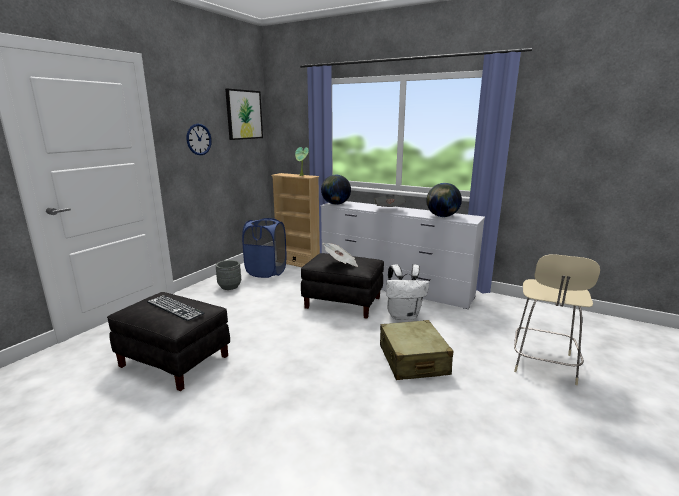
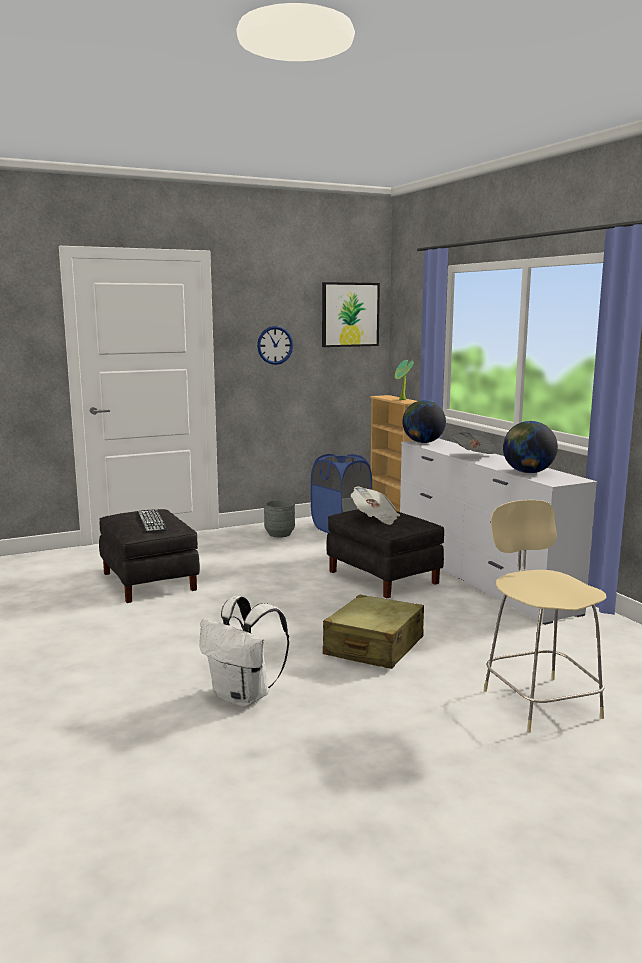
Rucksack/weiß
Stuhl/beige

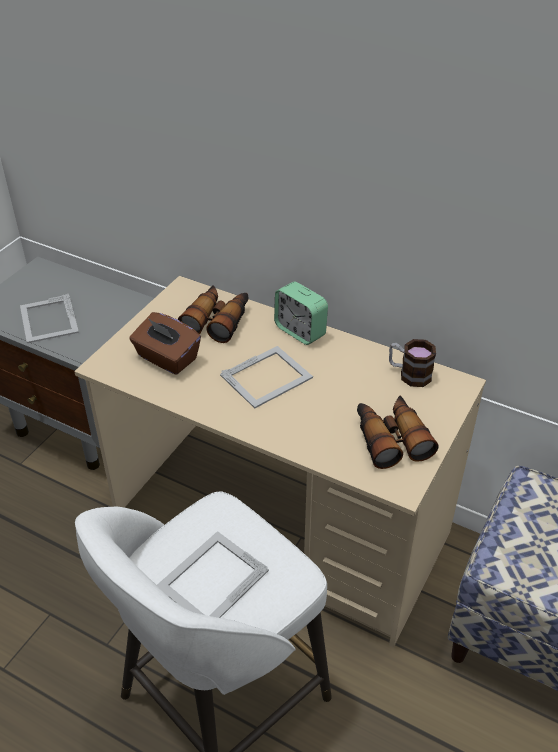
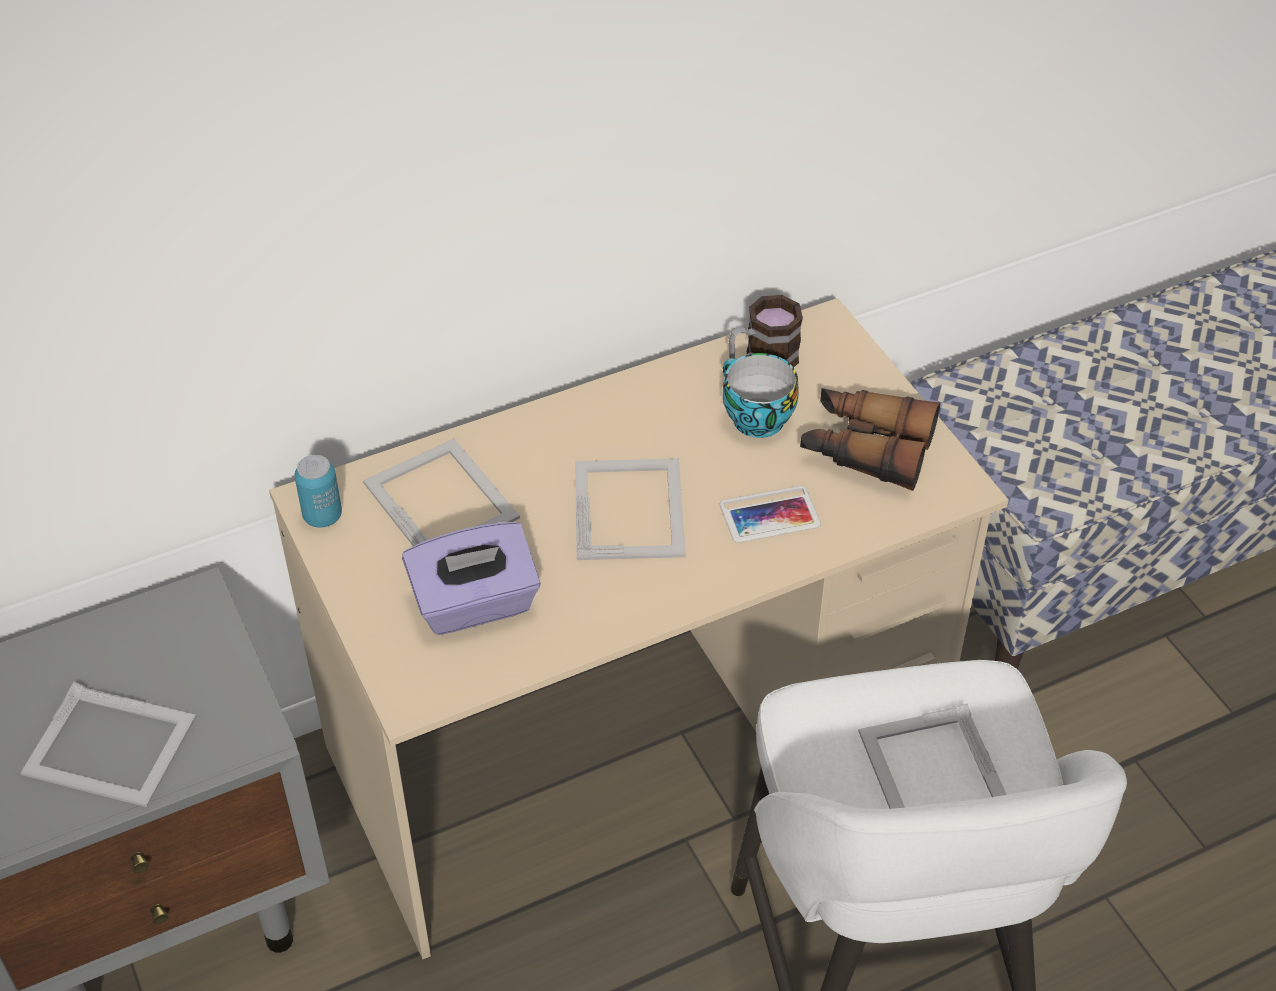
Wecker
Dose
Handy
Tasse
Bilderrahmen (2nd from left)
Taschentuchbox/lila

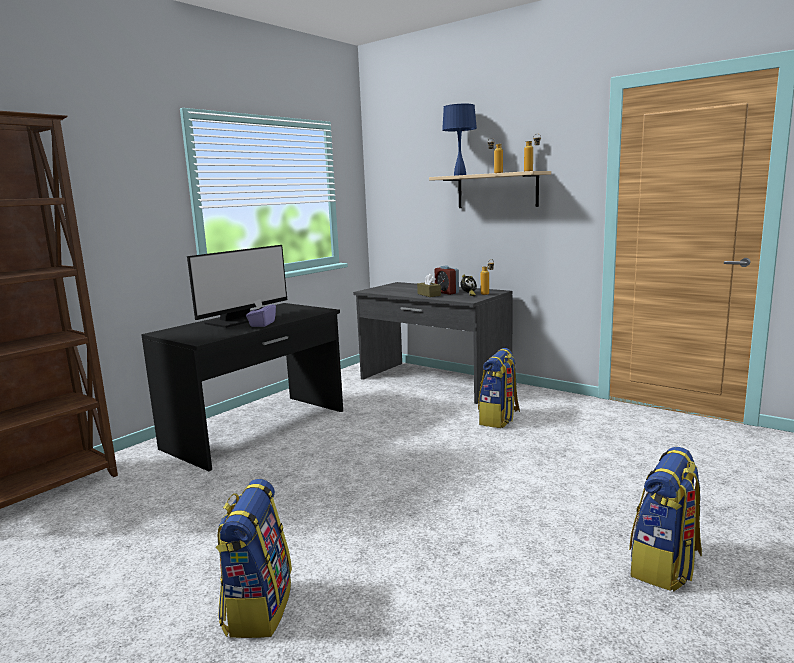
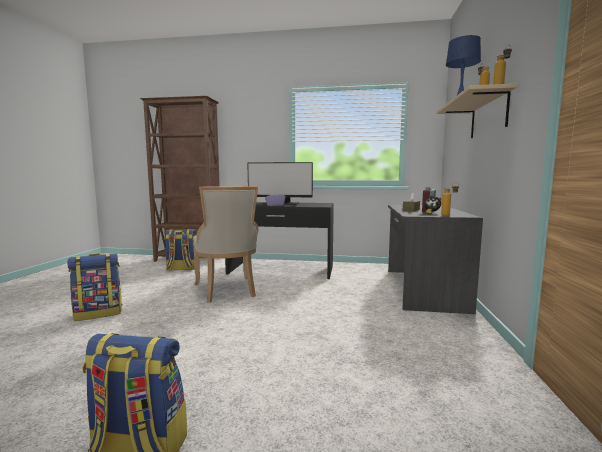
Stuhl/beige
Rucksack (3rd from left)

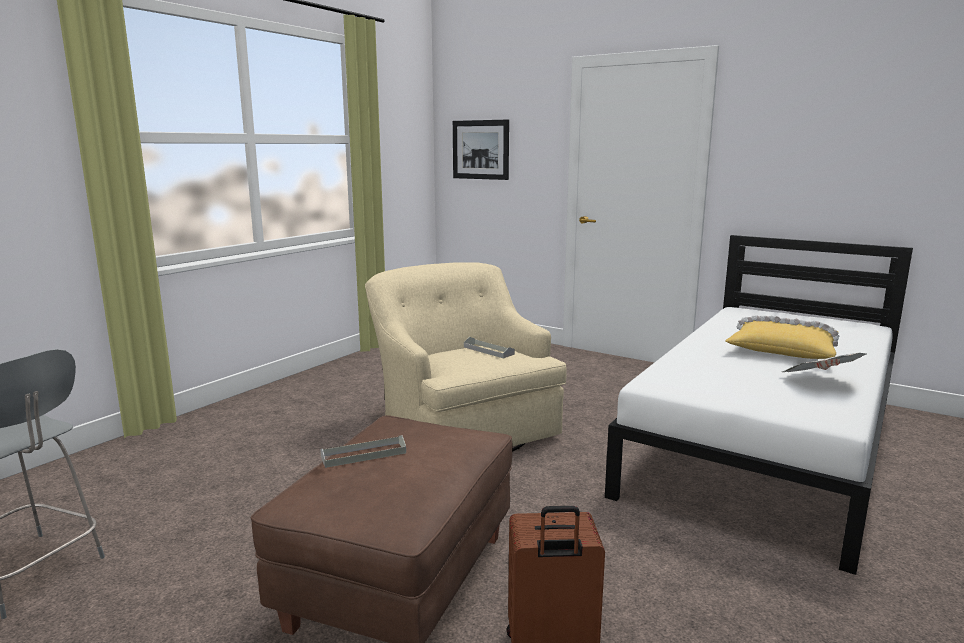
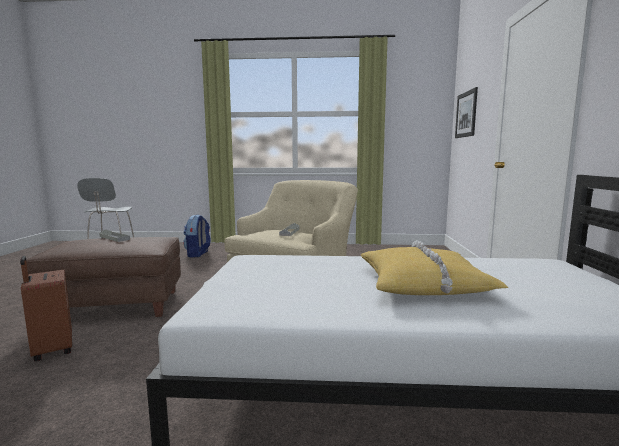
Zeitung
Rucksack

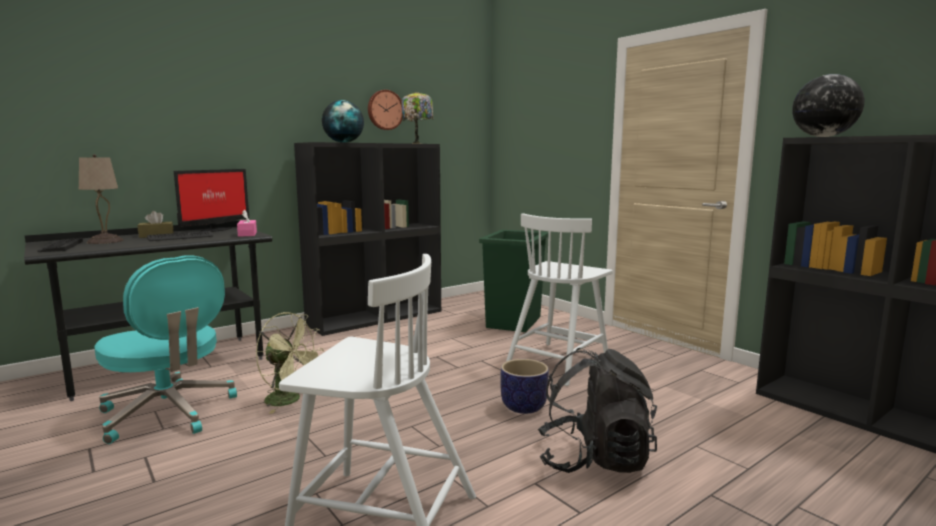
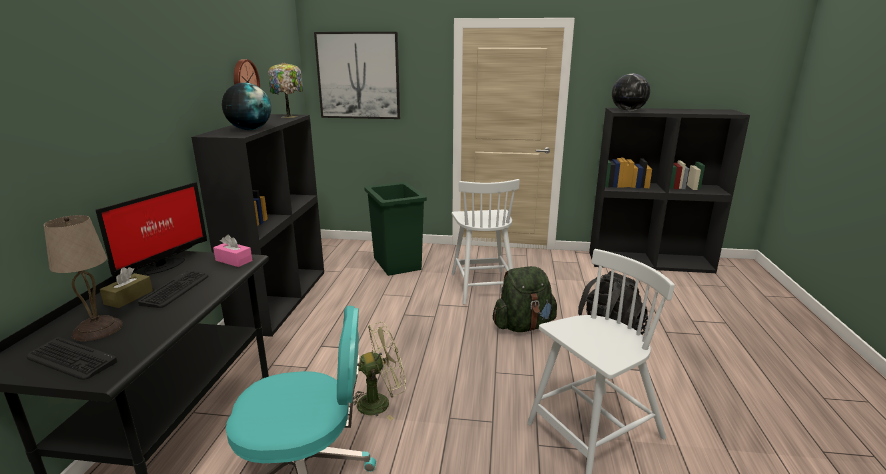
Bild
Rucksack/grün
Monitor

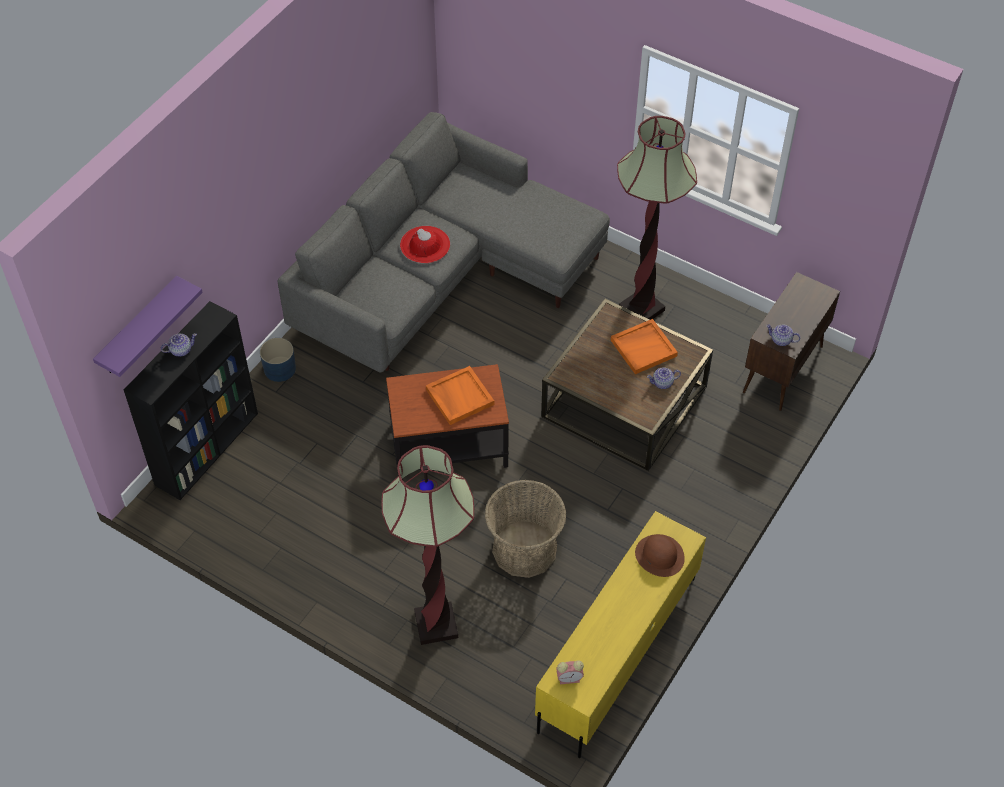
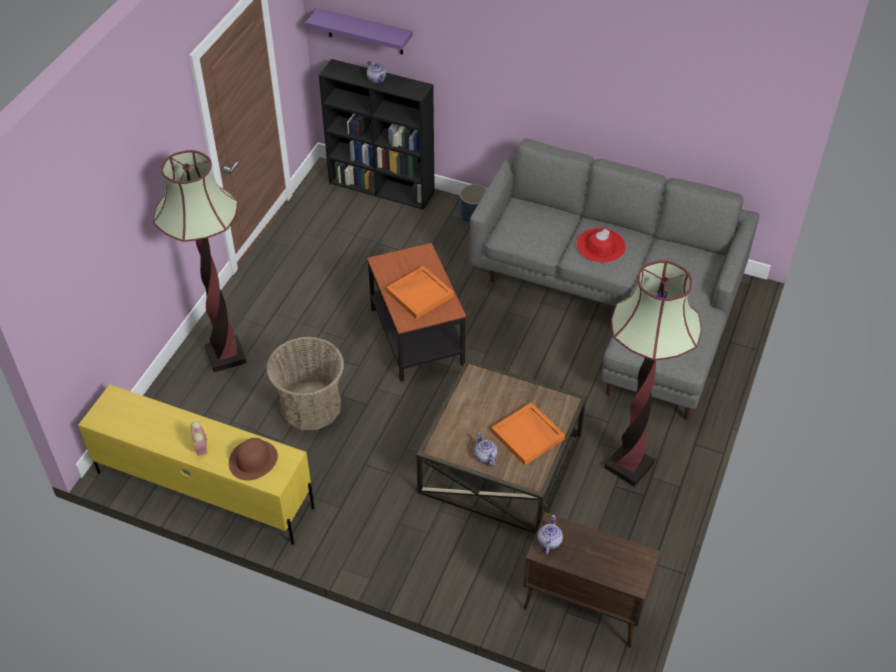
Wecker

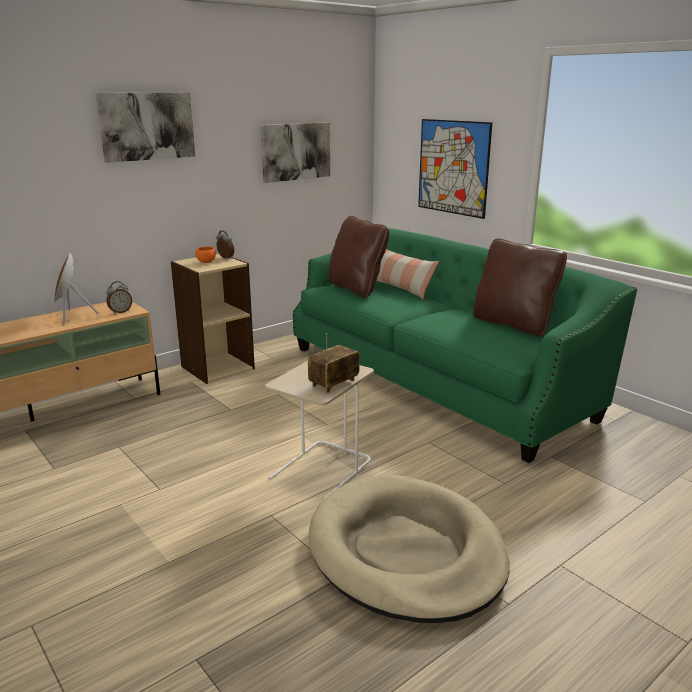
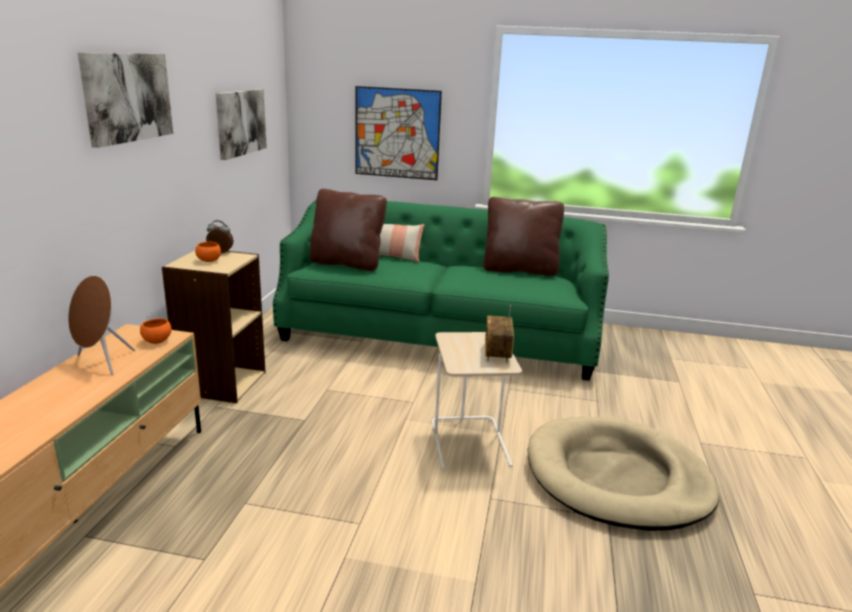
Schüssel/orange (1st from left)

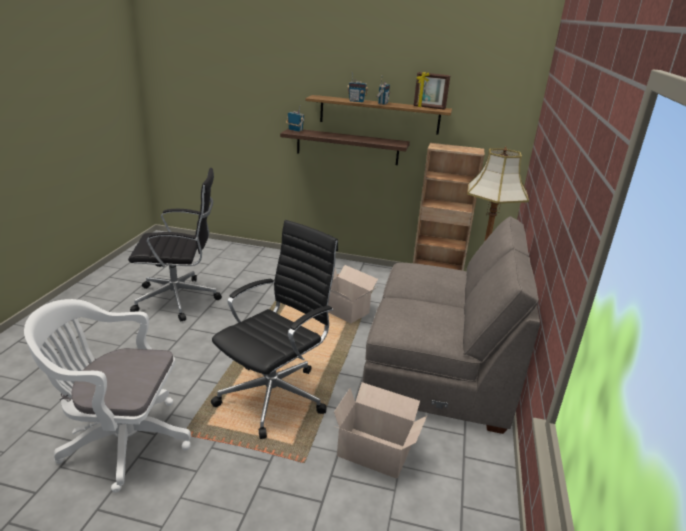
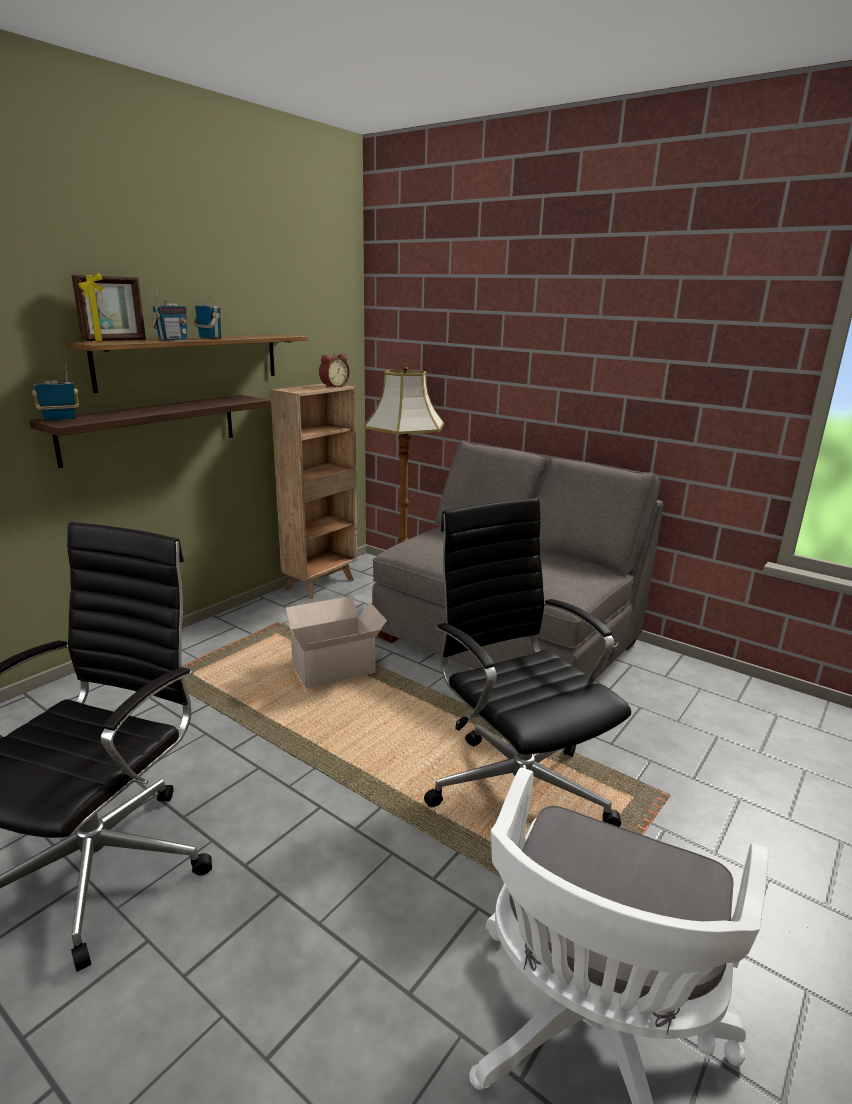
Karton (2nd from left in the first image)
Wecker
Bilderrahmen

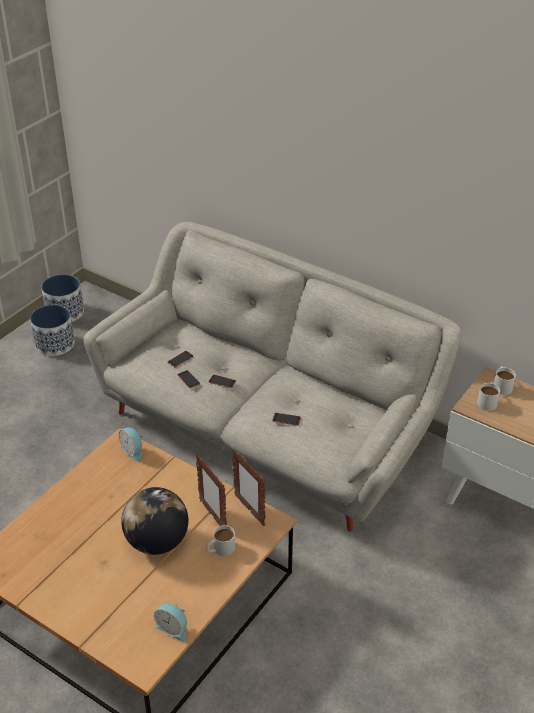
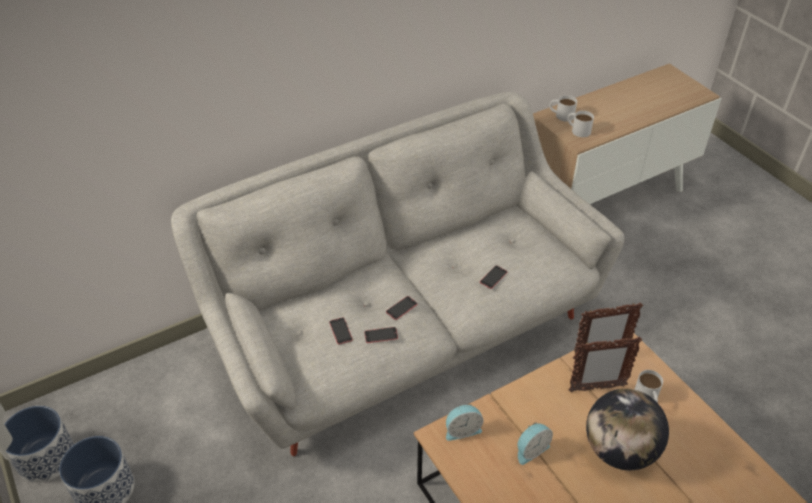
Wecker (2nd from left)

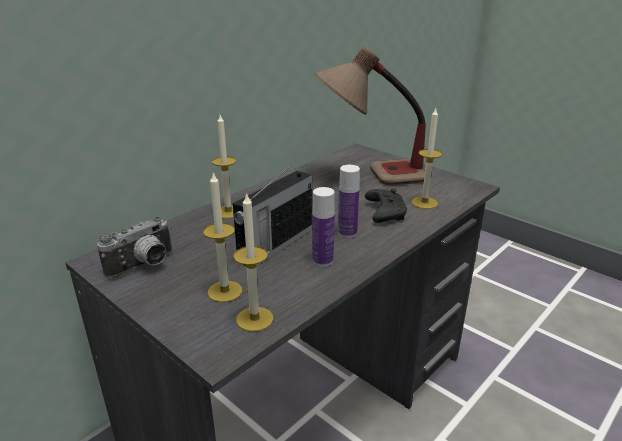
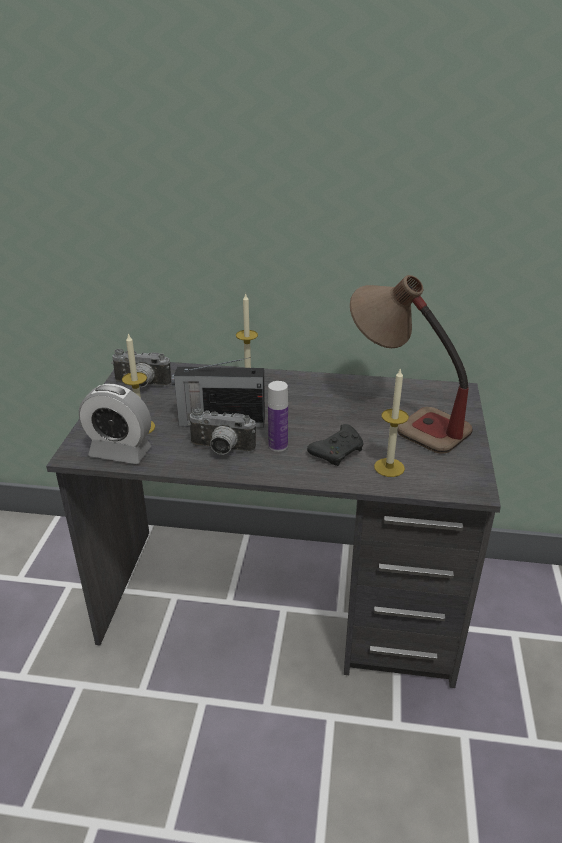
Wecker
Kamera (2nd from left)

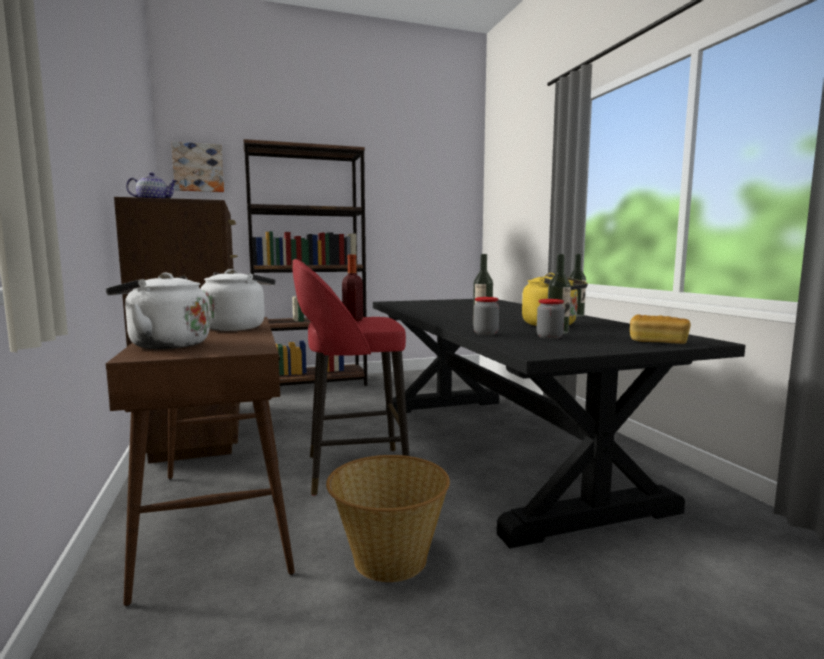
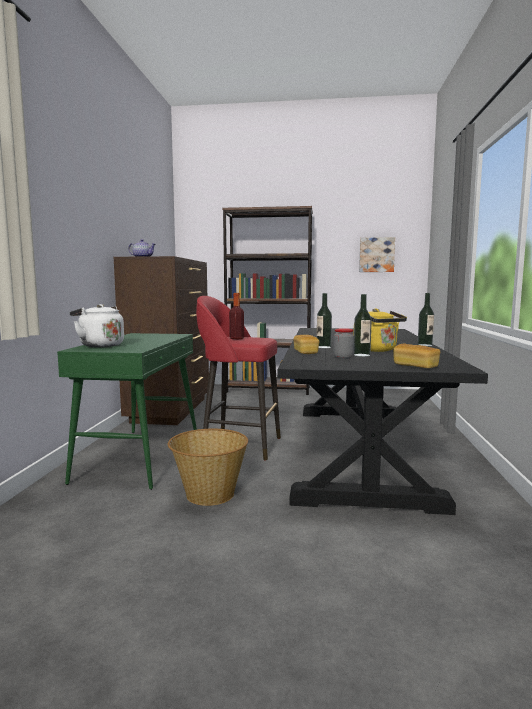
Wasserkessel/weiß (2nd from left in the first image)
Bild
Brot (1st from left)
Konsolentisch/grün

